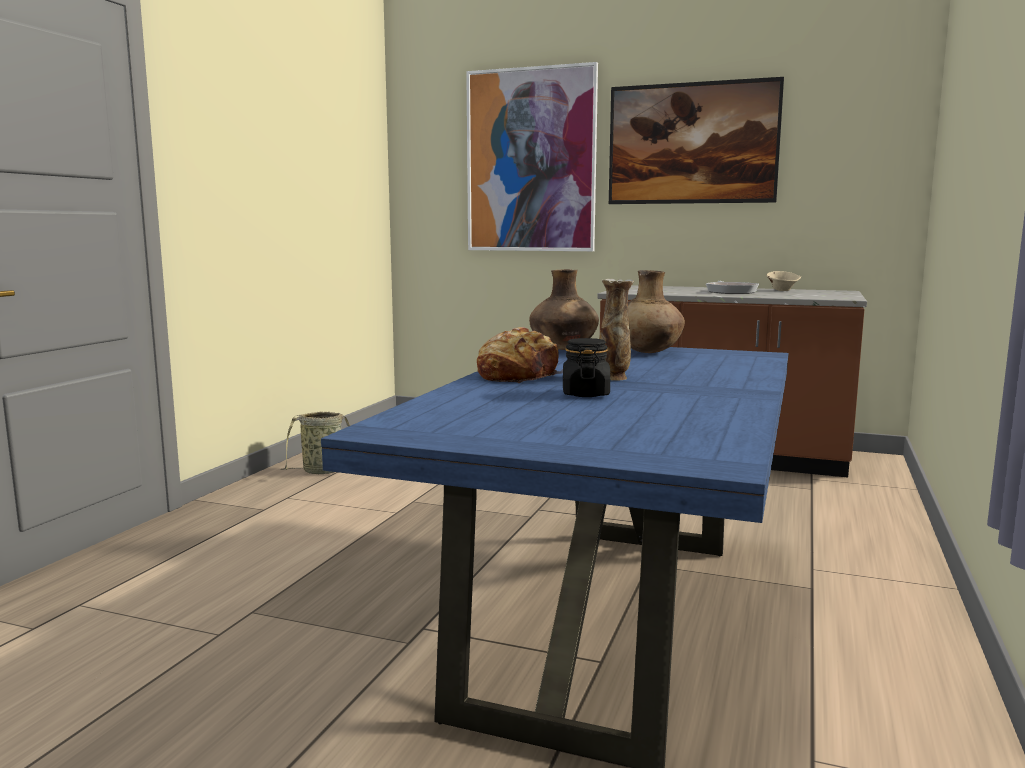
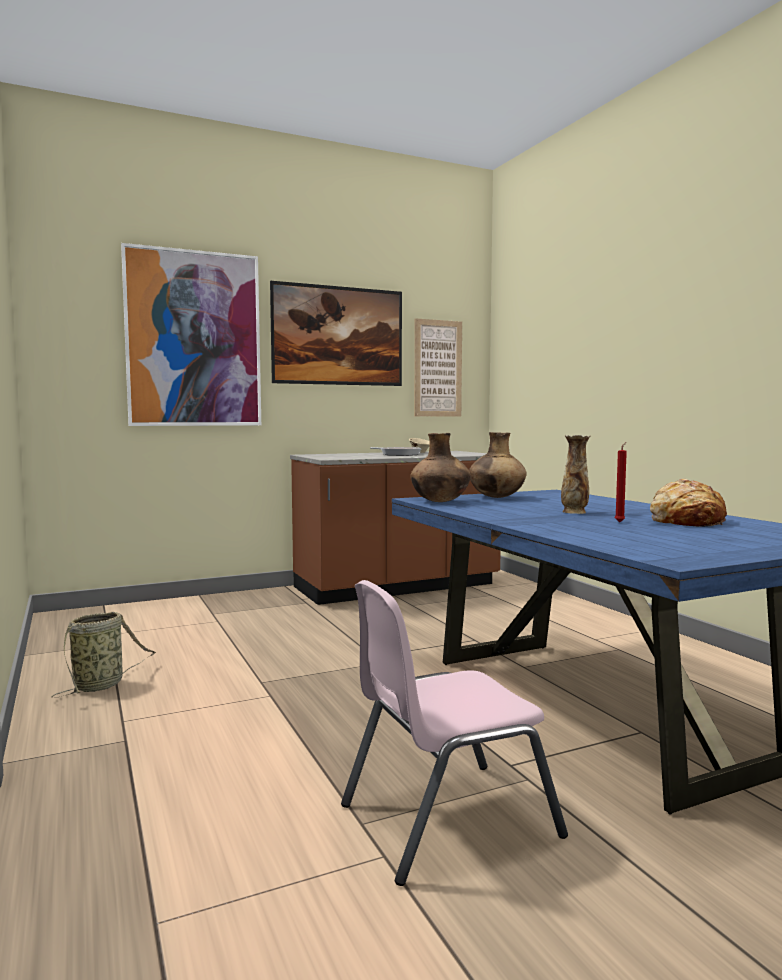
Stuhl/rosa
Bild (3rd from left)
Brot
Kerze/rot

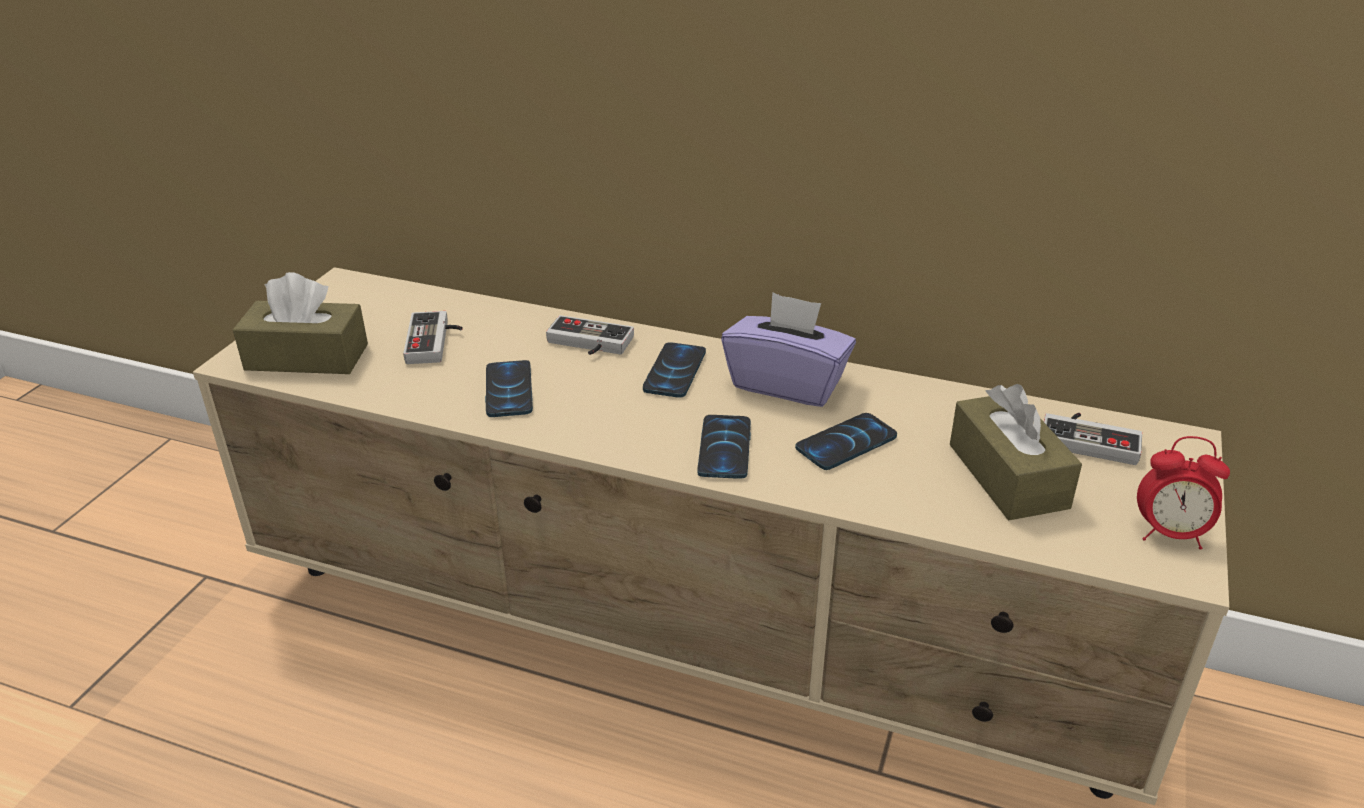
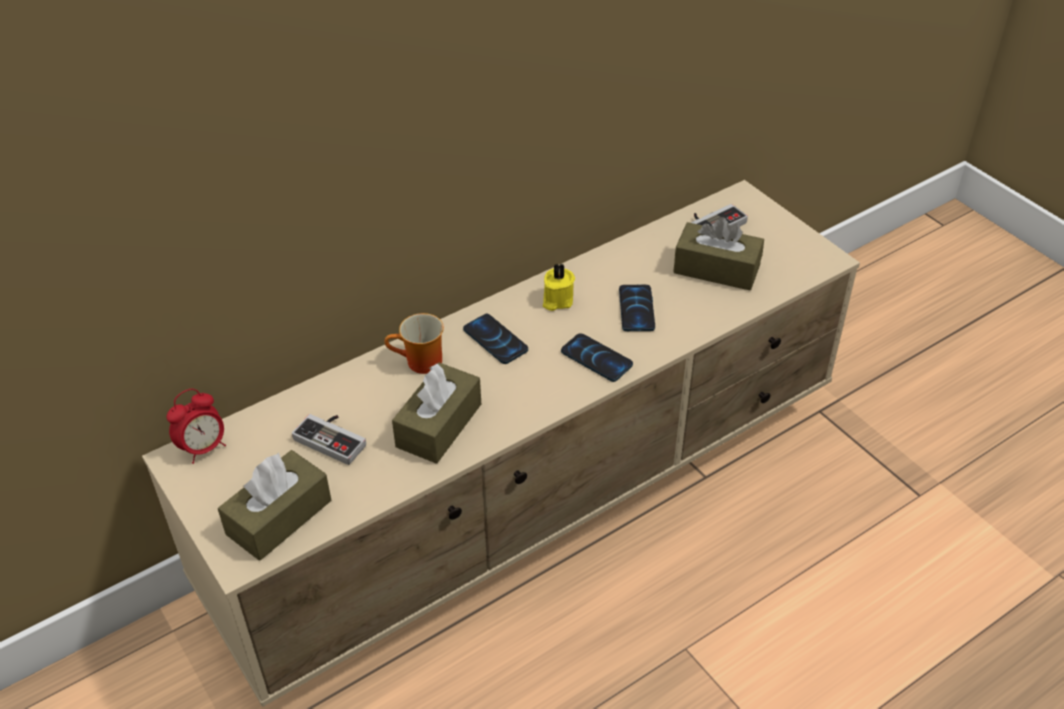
Wecker
Taschentuchbox/braun (2nd from left)
Henkelbecher
Kerze/gelb

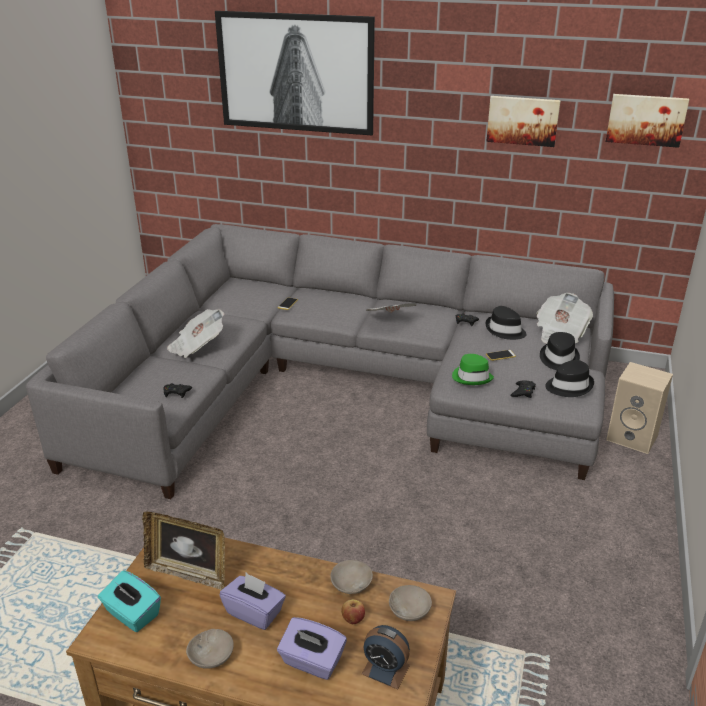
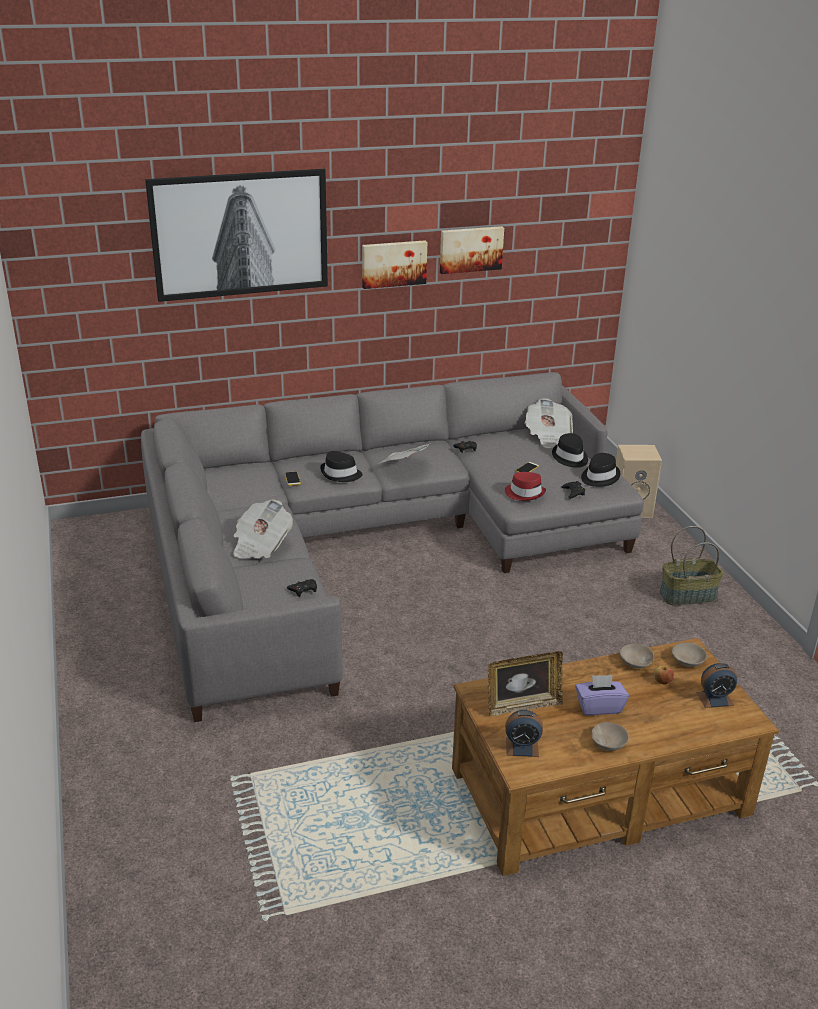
Taschentuchbox/lila (2nd from left in the first image)
Korb
Hut/schwarz (1st from left)
Bild (2nd from left)
Wecker (1st from left)
Hut/rot

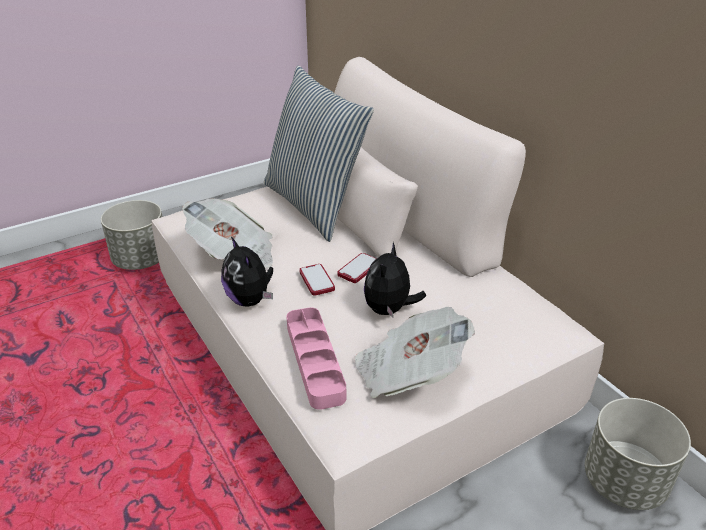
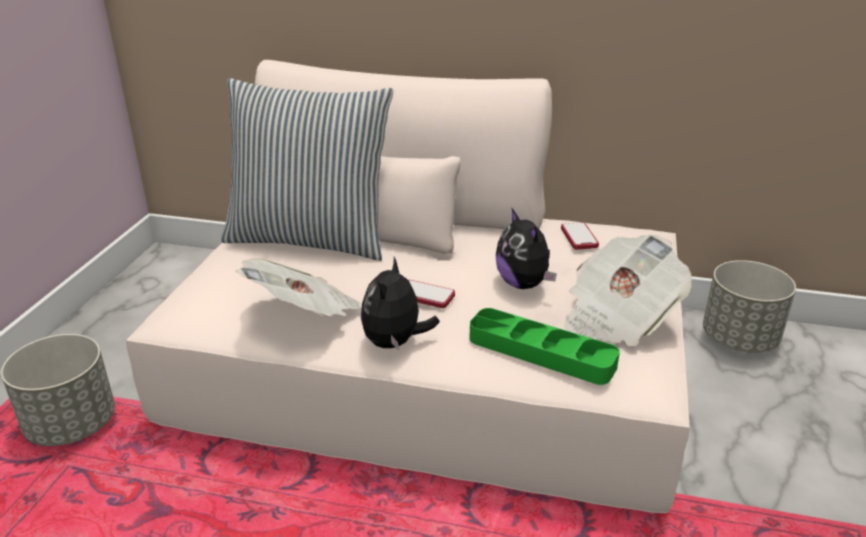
Handy (2nd from left)
Tablett/grün
Plüschtier (1st from left)

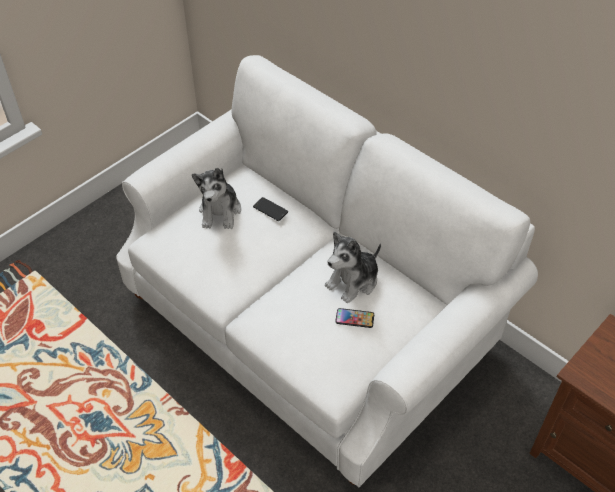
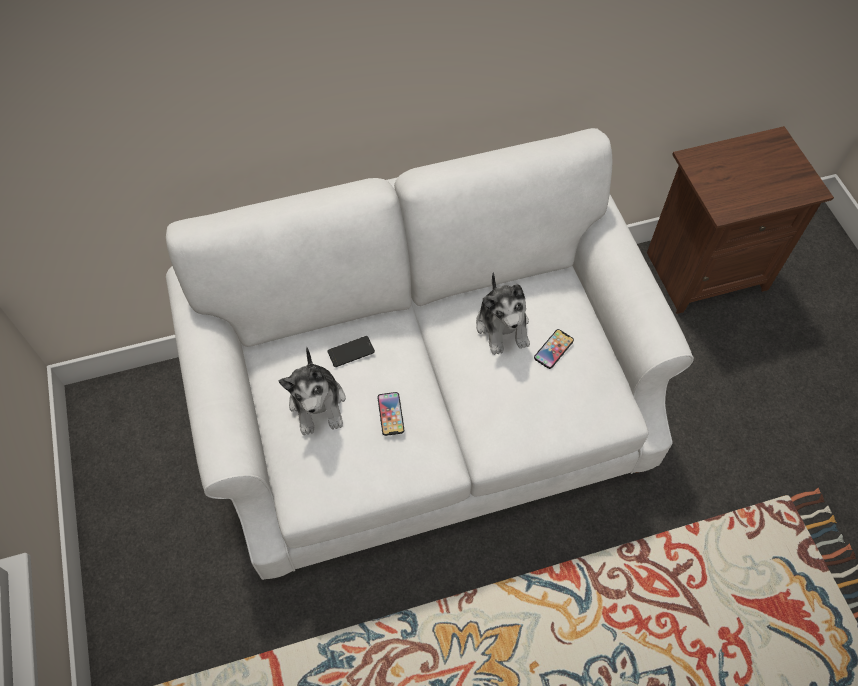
Handy (2nd from left)
Plüschtier (1st from left)

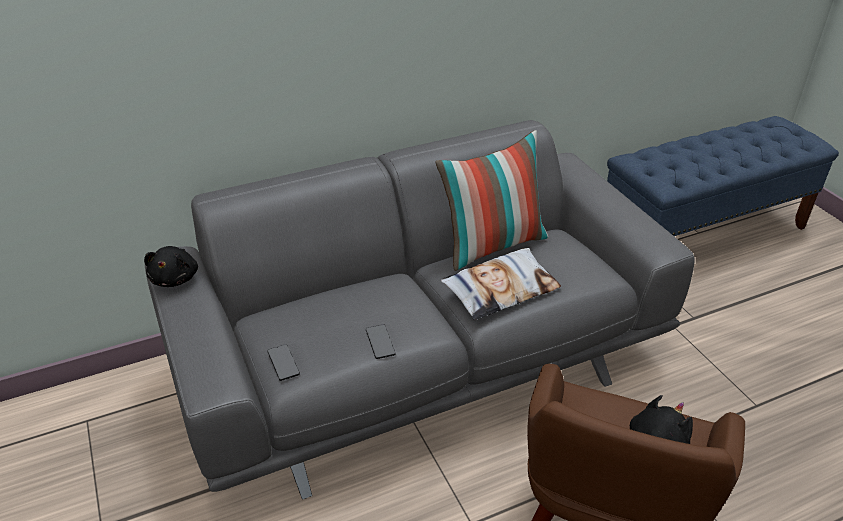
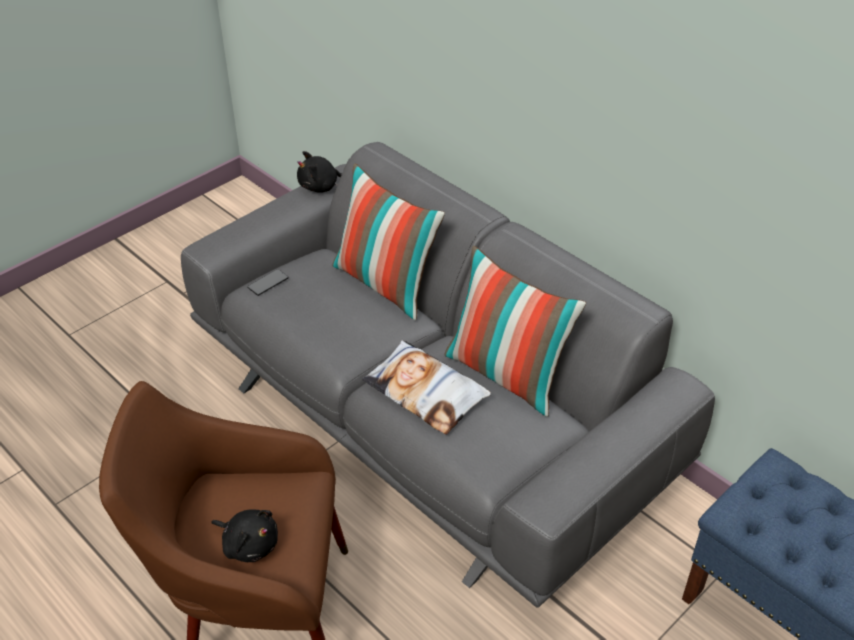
Handy (2nd from left in the first image)
Kissen (1st from left)

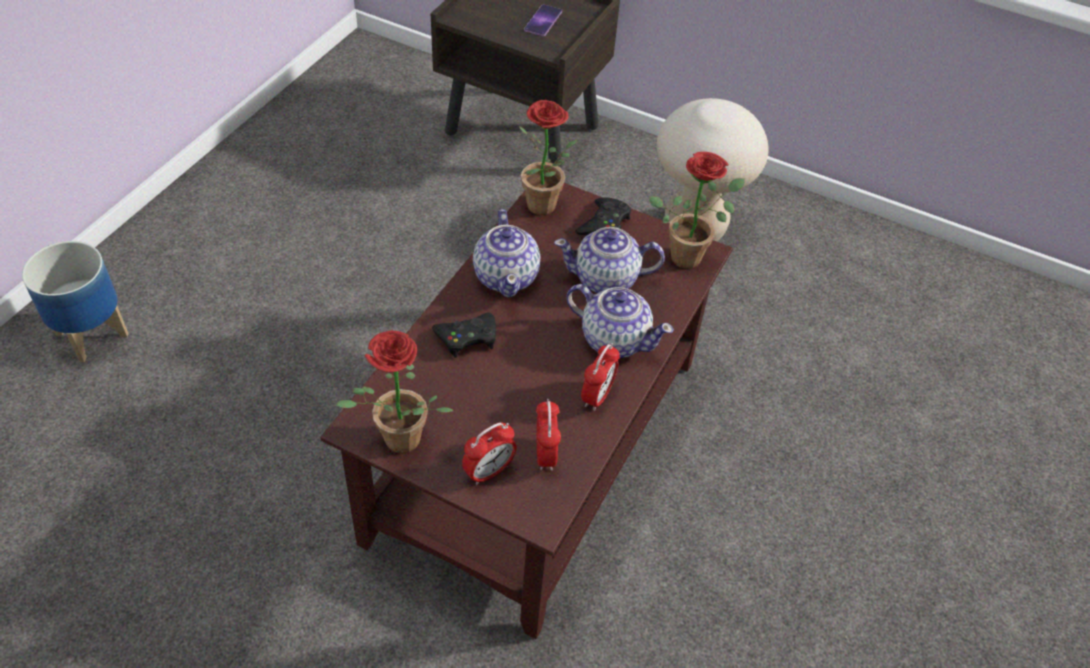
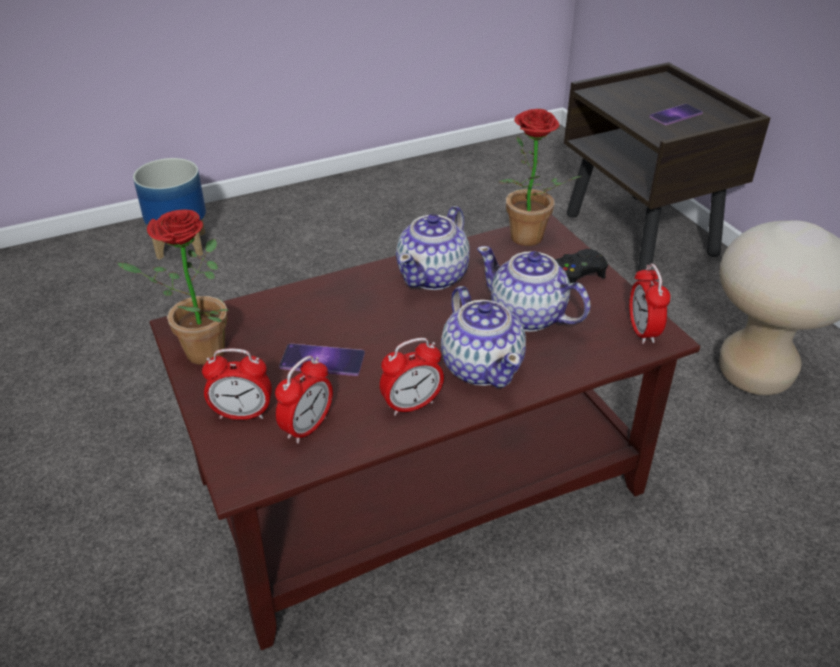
Gamepad/schwarz (1st from left in the first image)
Handy (1st from left)
Wecker (4th from left)

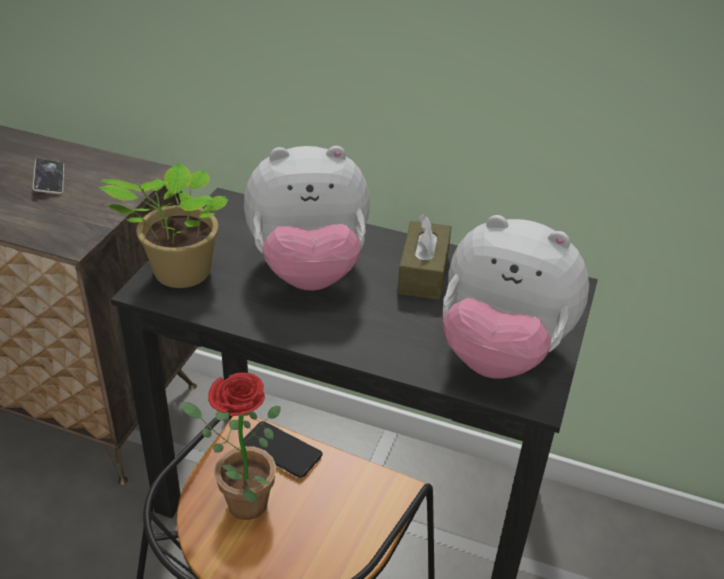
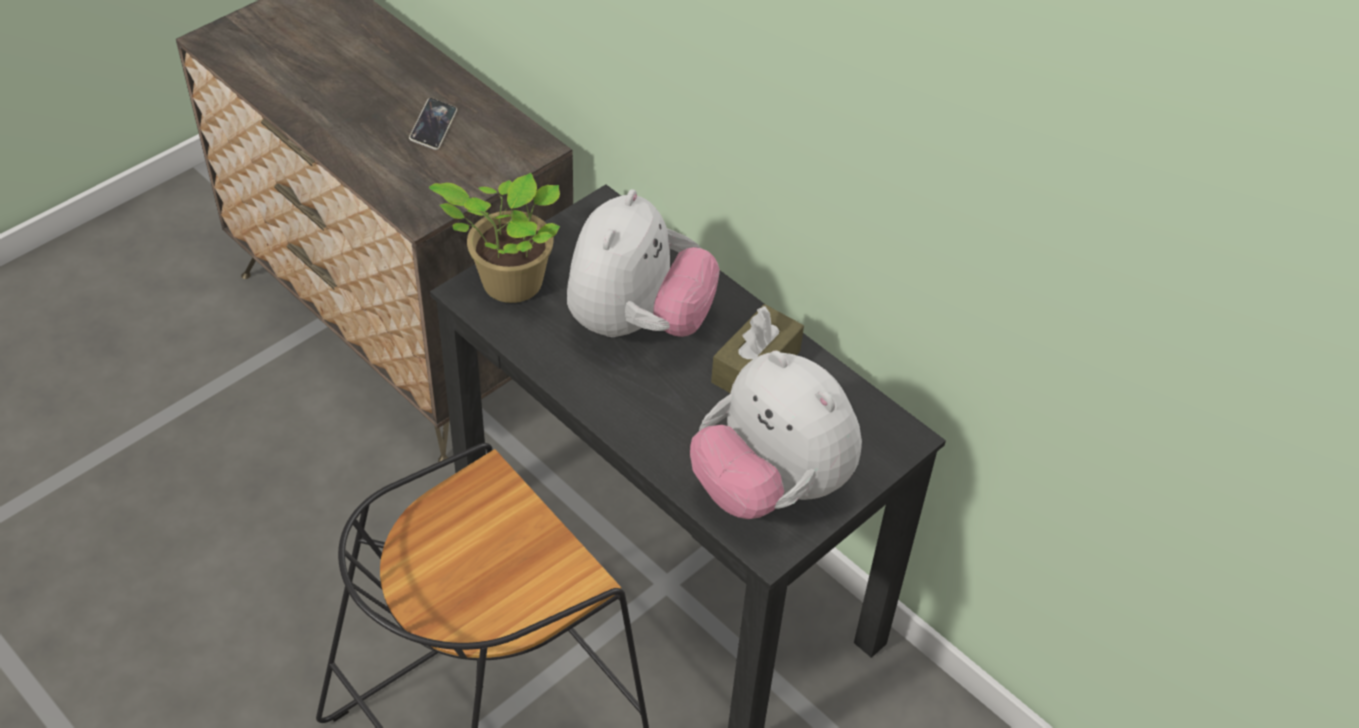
Topfpflanze (2nd from left in the first image)
Handy (2nd from left in the first image)
Plüschtier (1st from left)

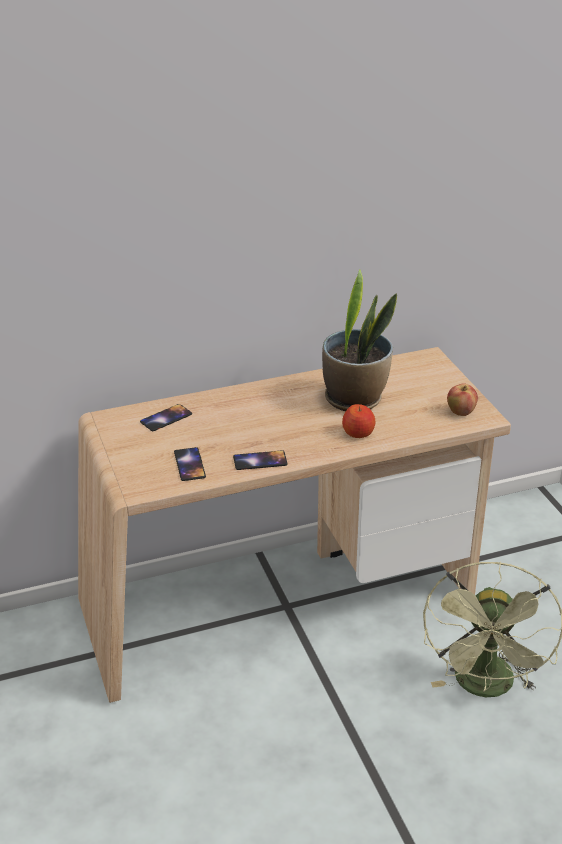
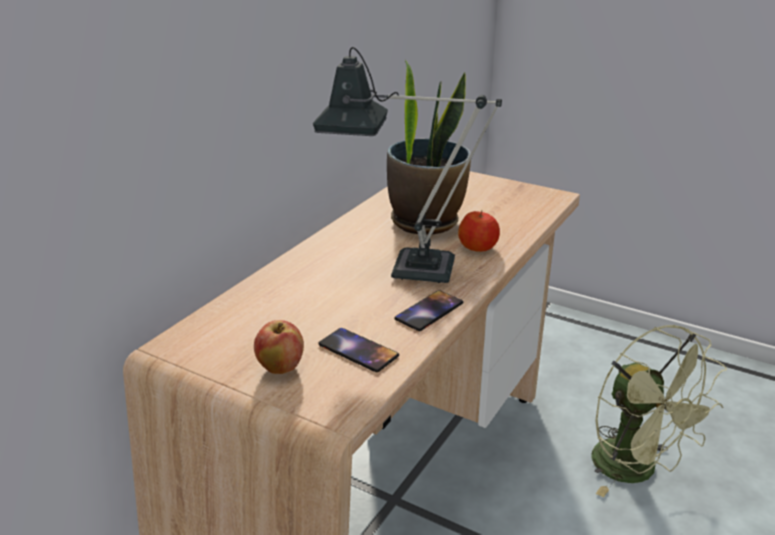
Handy (1st from left in the first image)
Tischlampe
Apfel (1st from left)

